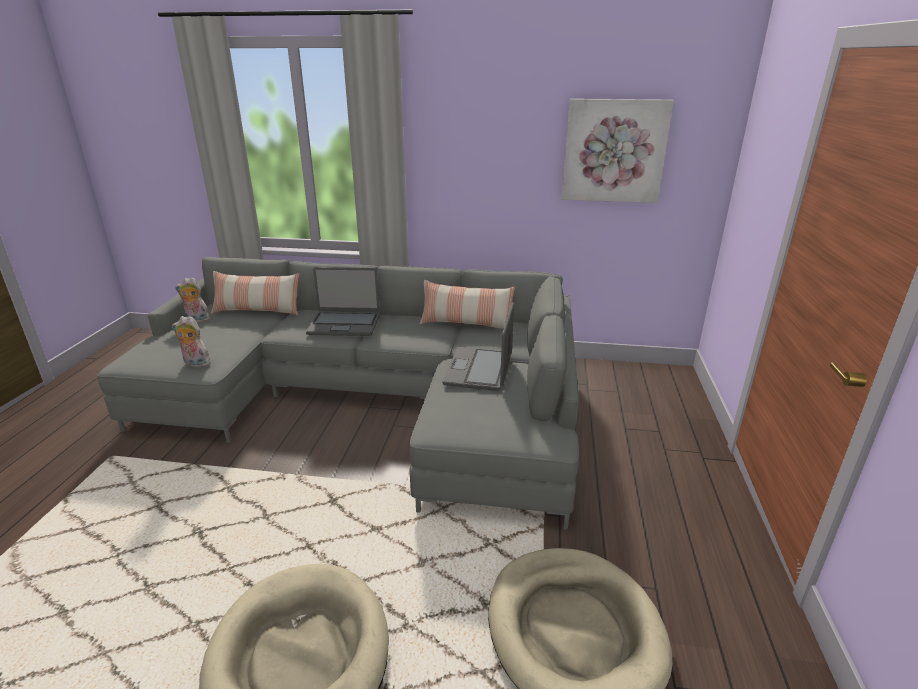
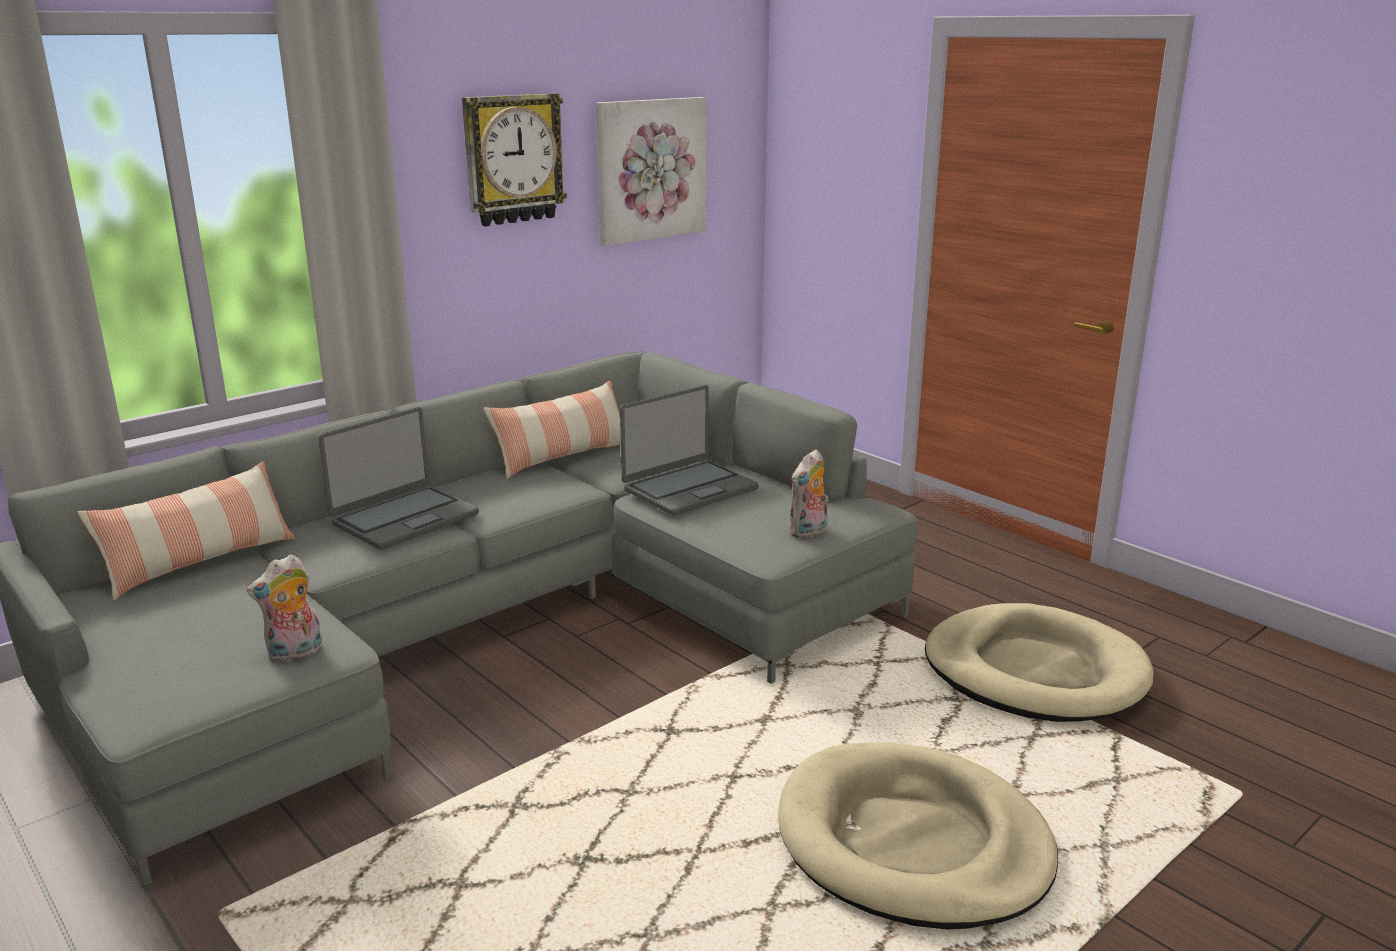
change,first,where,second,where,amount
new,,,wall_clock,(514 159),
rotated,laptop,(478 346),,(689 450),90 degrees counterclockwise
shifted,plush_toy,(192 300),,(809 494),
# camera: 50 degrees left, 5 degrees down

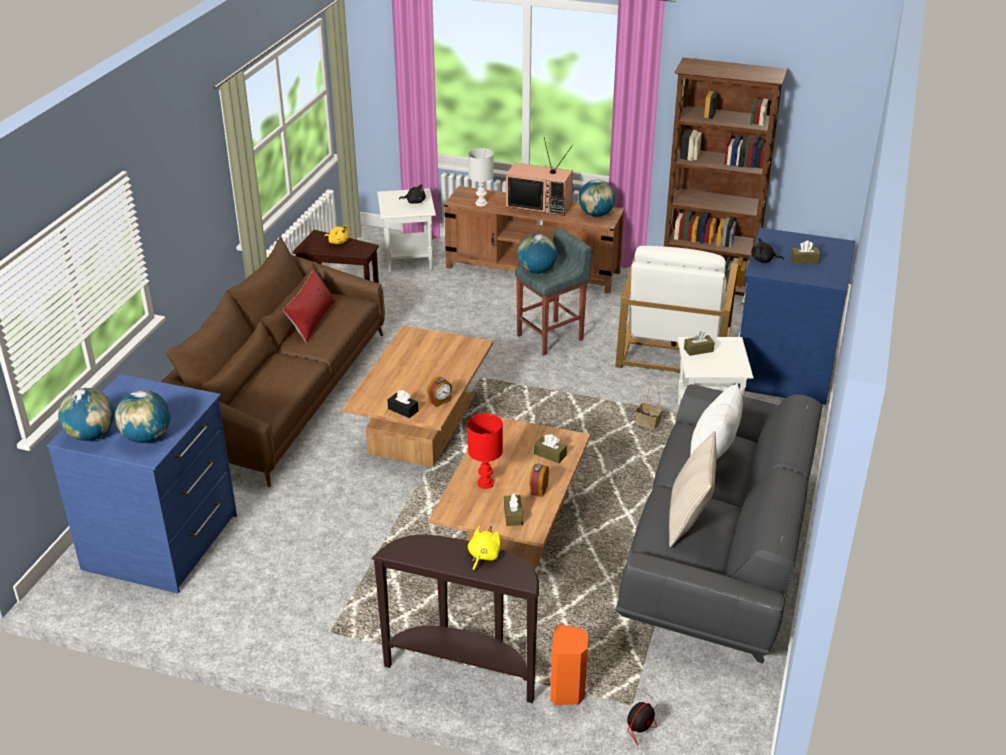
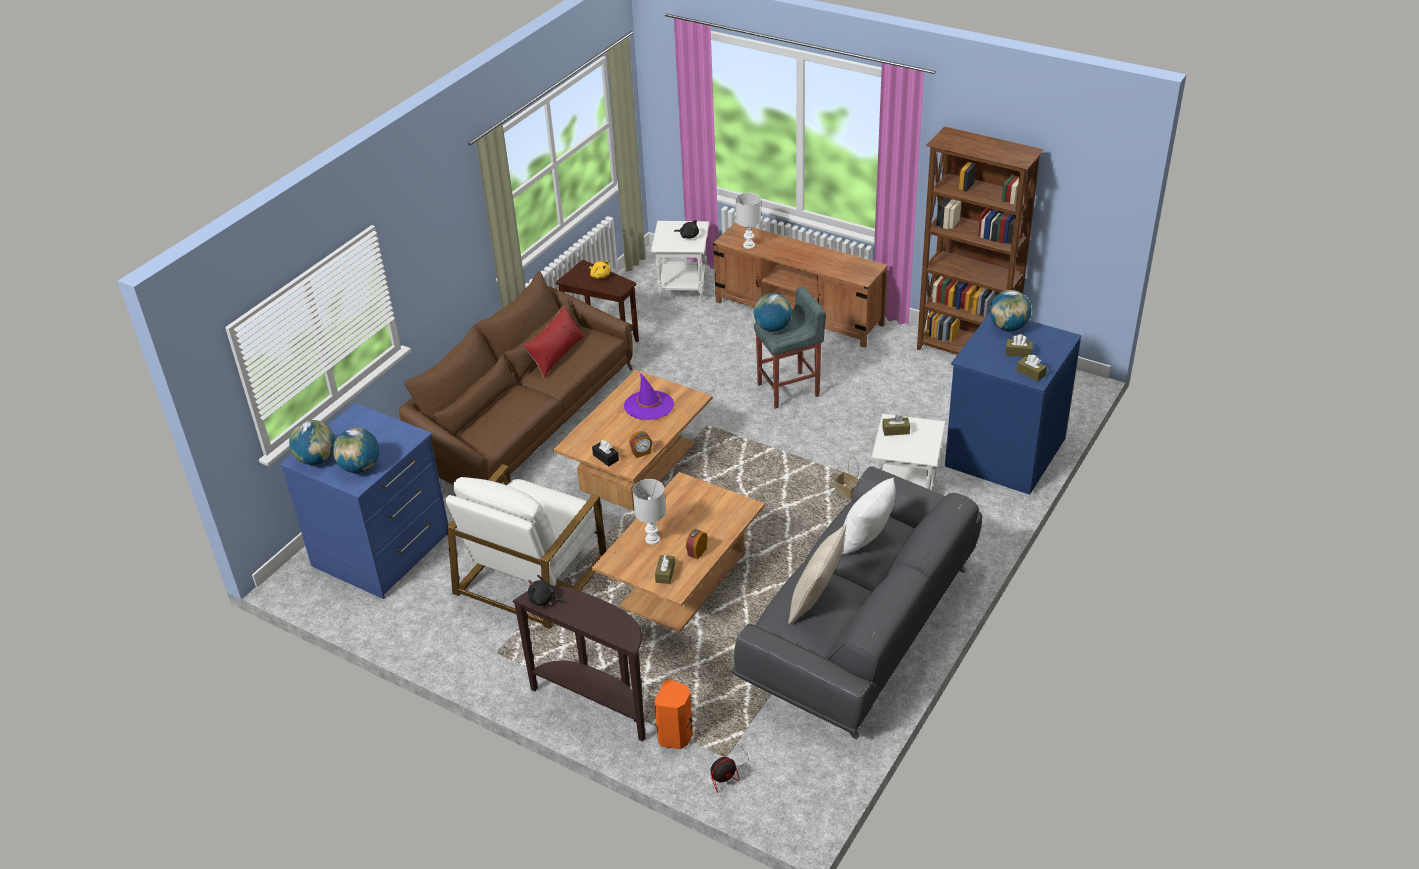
change,first,where,second,where,amount
shifted,white_armchair,(676 309),,(526 546),
shifted,black_plush_toy,(767 250),,(546 590),
new,,,purple_hat,(649 396),
repainted,red_table_lamp,(485 451),white_table_lamp,(649 512),
shifted,globe,(597 198),,(1010 310),
shifted,brown_tissue_box,(550 448),,(1031 368),
gone,yellow_plush_toy,(484 548),,,
gone,television,(539 176),,,
# camera: 15 degrees right, 5 degrees up

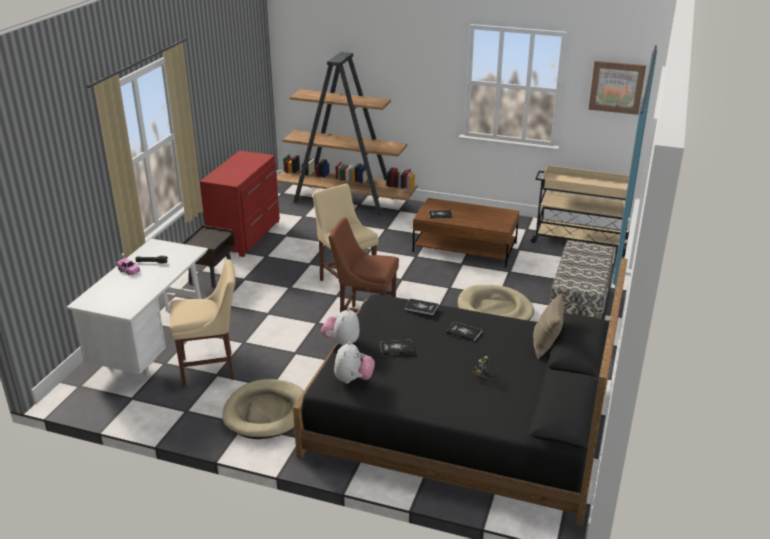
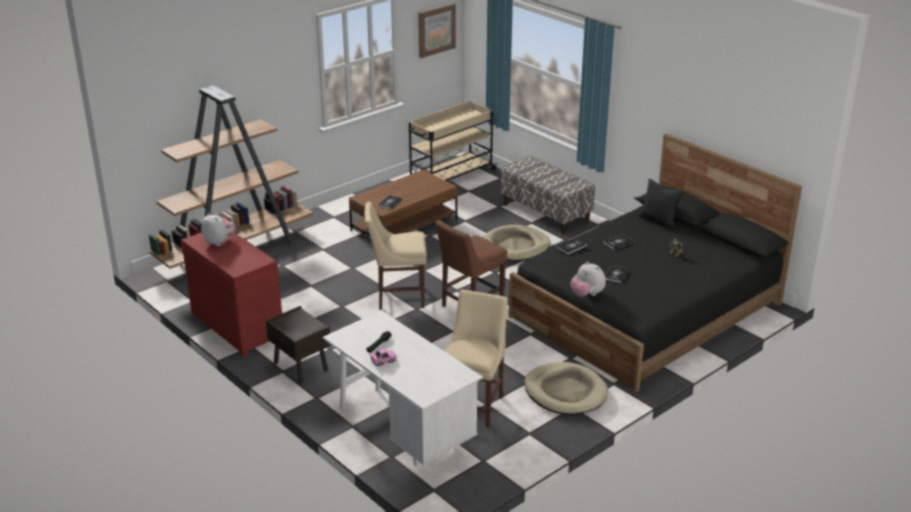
change,first,where,second,where,amount
shifted,plush_toy,(354 362),,(218 229),
repainted,beige_pillow,(548 326),black_pillow,(661 204),
# camera: 60 degrees left, 0 degrees up

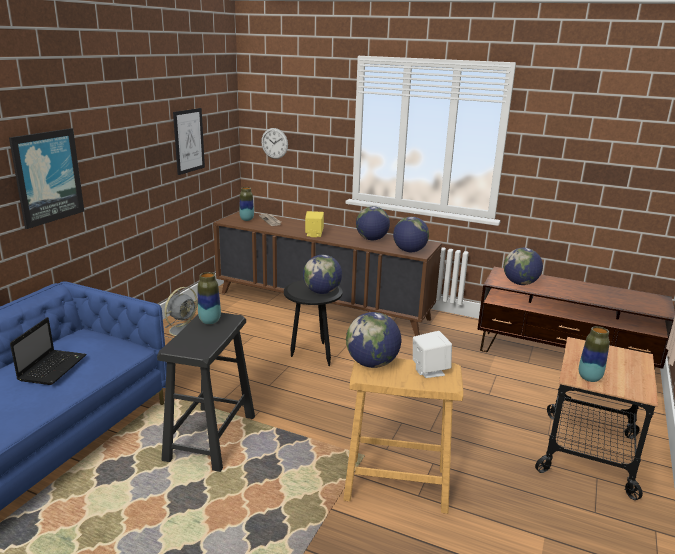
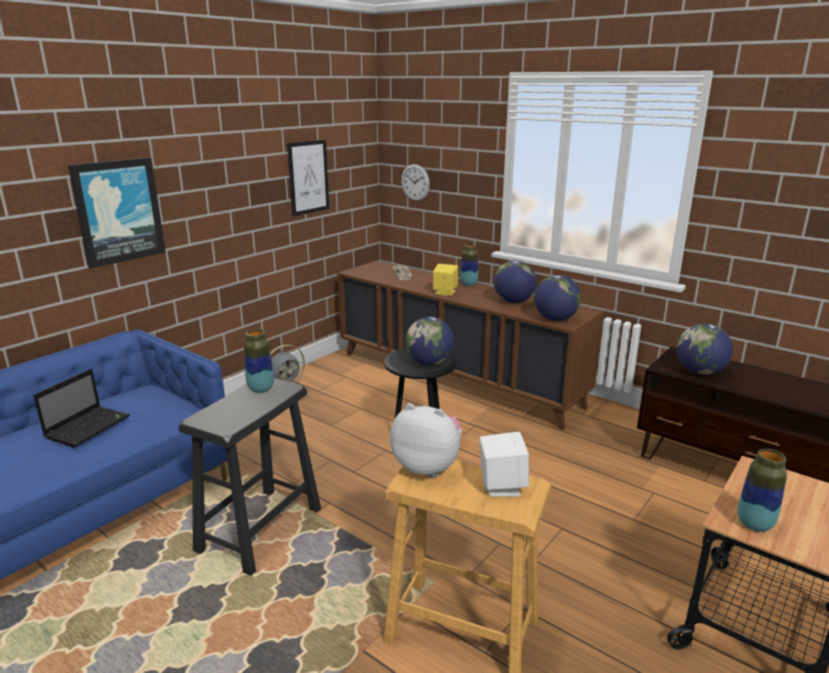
change,first,where,second,where,amount
swapped,globe,(373 340),plush_toy,(426 440),
shifted,vase,(246 204),,(469 265),
# camera: 15 degrees right, 0 degrees up

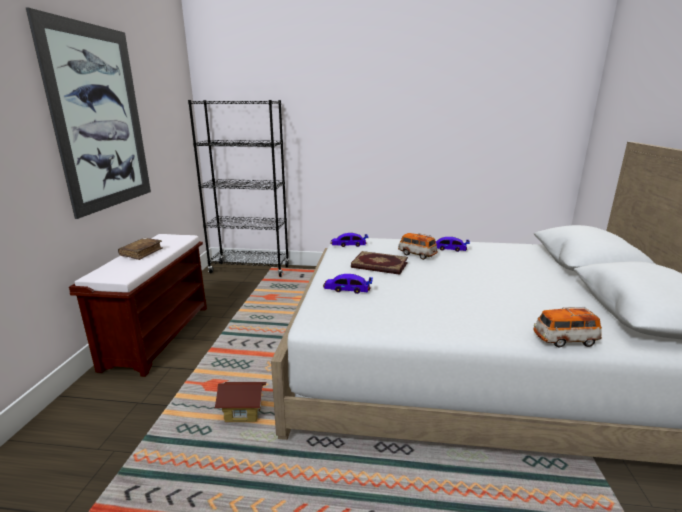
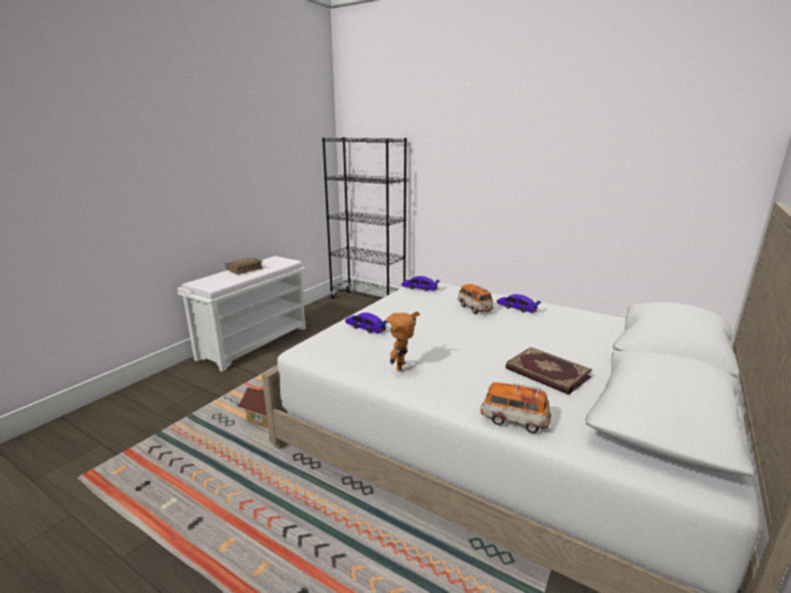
change,first,where,second,where,amount
repainted,brown_bench,(138 305),white_bench,(241 314),
new,,,toy_robot,(402 341),
shifted,book,(379 263),,(548 371),
gone,picture,(88 113),,,
# camera: 25 degrees right, 0 degrees up

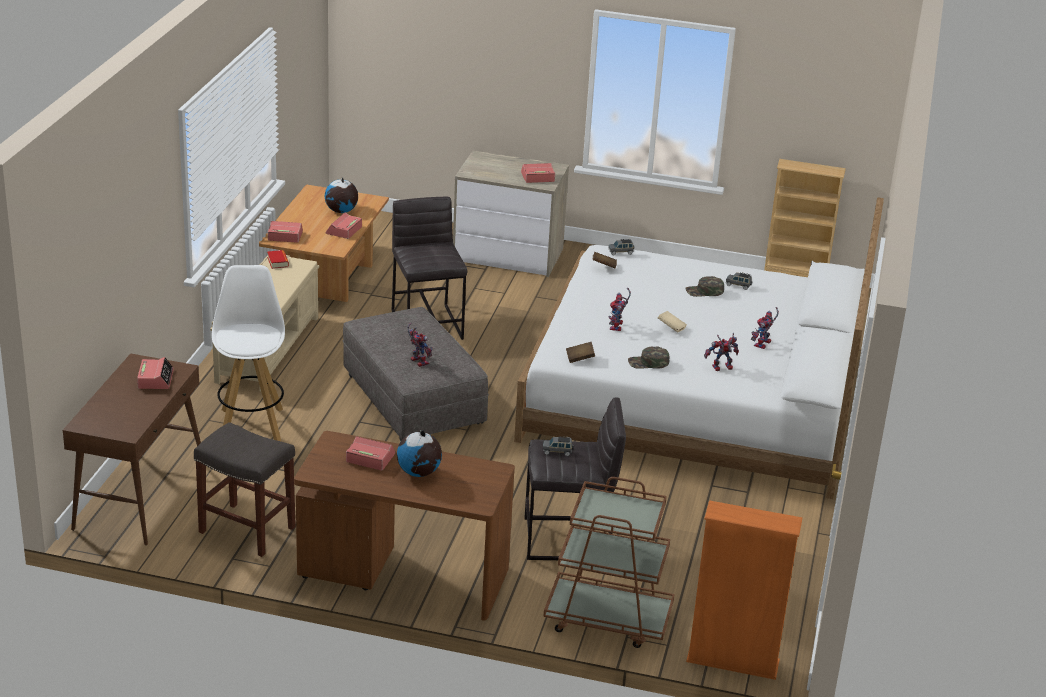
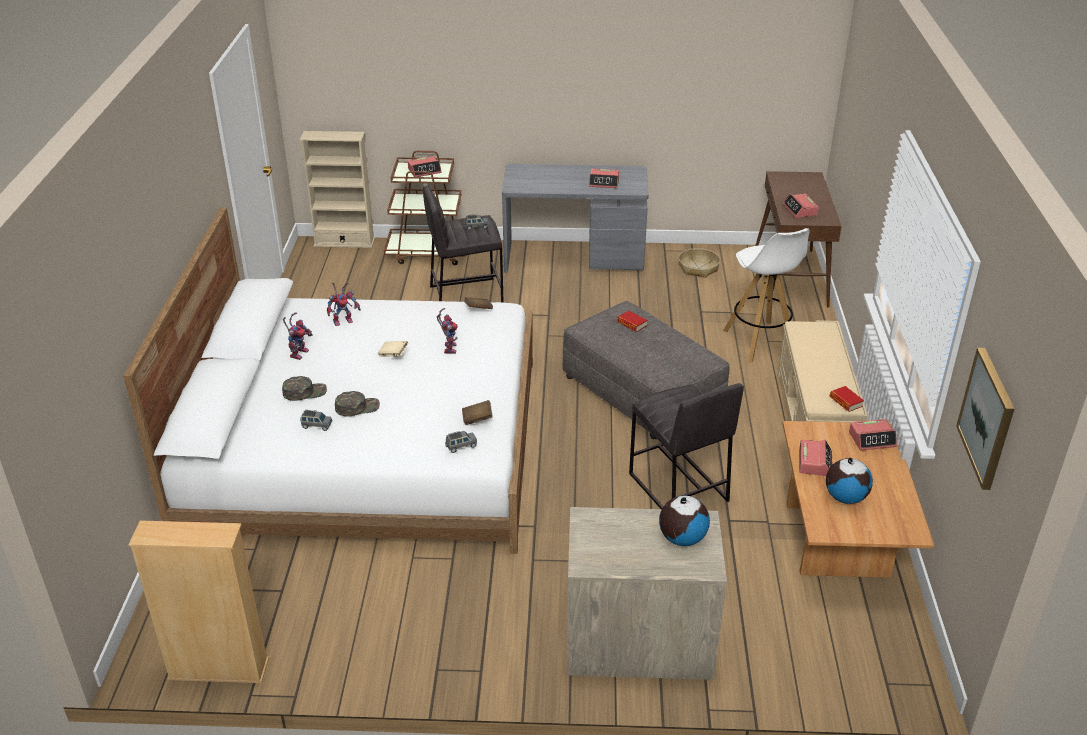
change,first,where,second,where,amount
shifted,green_cap,(649 357),,(304 388),
repainted,orange_bookcase,(744 590),beige_bookcase,(337 189),
shifted,alarm_clock,(538 173),,(425 166),
repainted,brown_desk,(404 525),grey_desk,(575 218),
swapped,toy_robot,(420 345),book,(632 321),
shifted,globe,(419 453),,(684 520),
swapped,grey_stool,(245 489),basket,(699 263),
new,,,picture,(985 419),
# camera: 170 degrees right, 5 degrees up

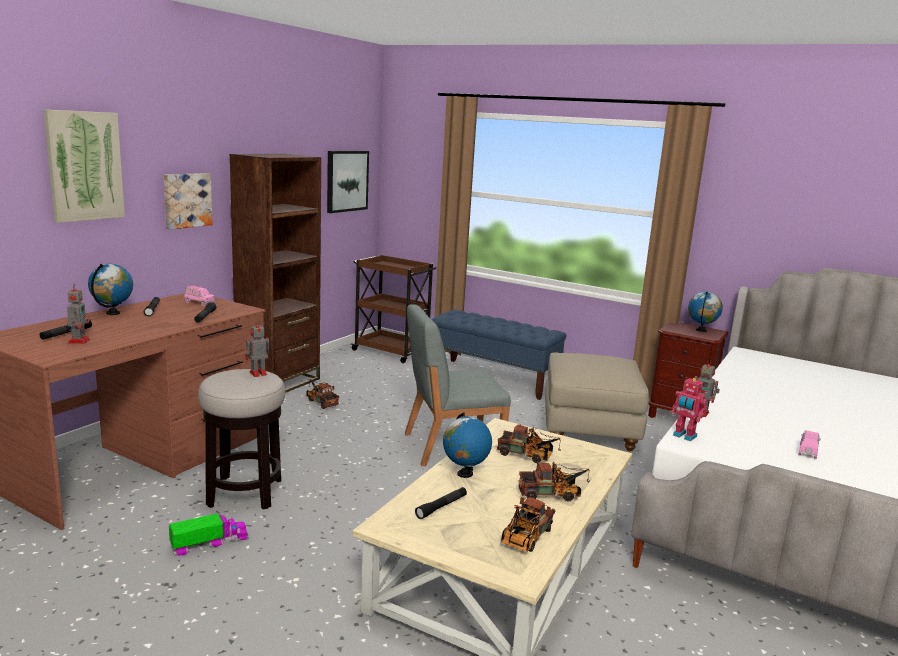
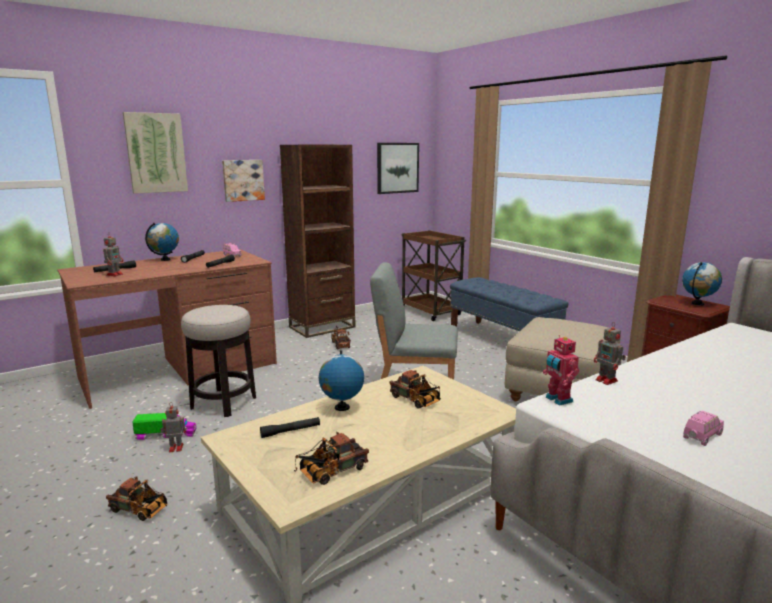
change,first,where,second,where,amount
shifted,toy_truck,(554 481),,(136 498),
shifted,toy_robot,(257 350),,(173 427),
# camera: 25 degrees right, 0 degrees up

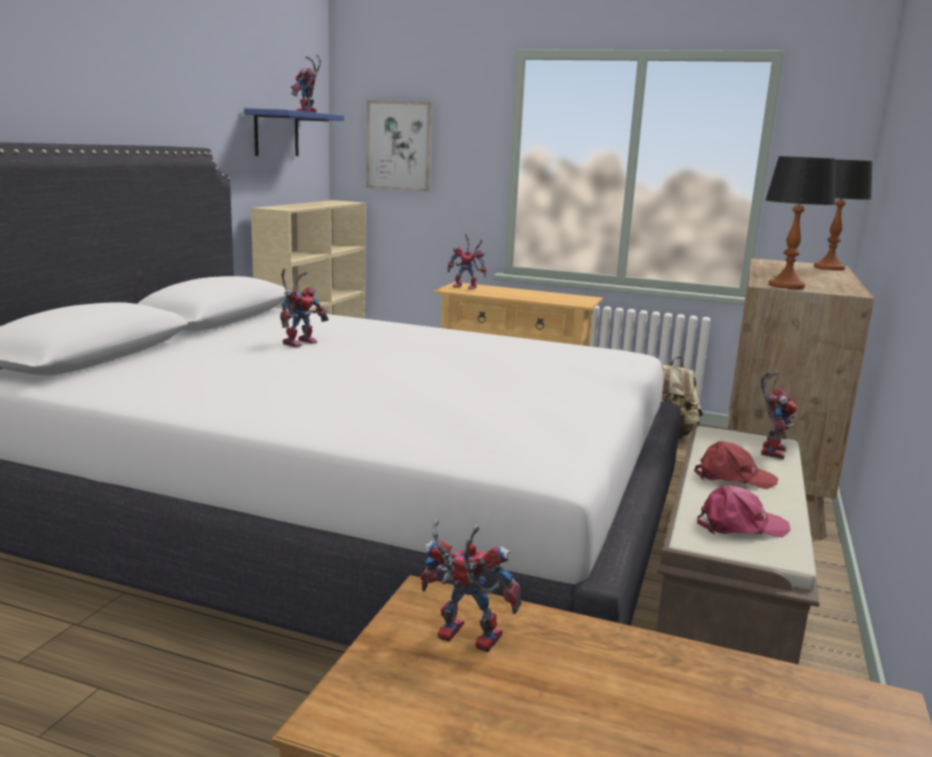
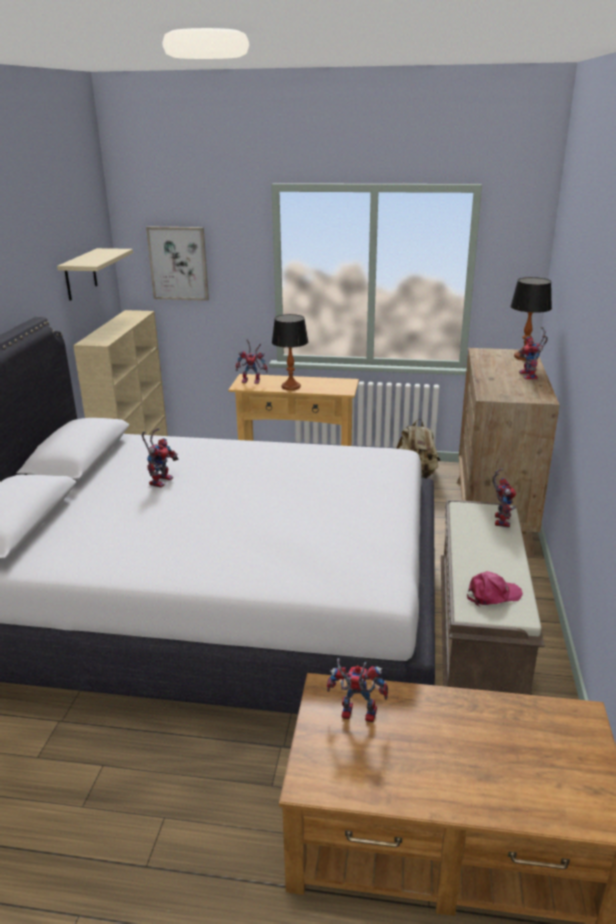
change,first,where,second,where,amount
repainted,blue_shelf,(294 132),beige_shelf,(95 274),
shifted,table_lamp,(800 222),,(290 352),
shifted,toy_robot,(306 83),,(533 353),
gone,red_cap,(736 465),,,
# camera: 10 degrees left, 10 degrees up

